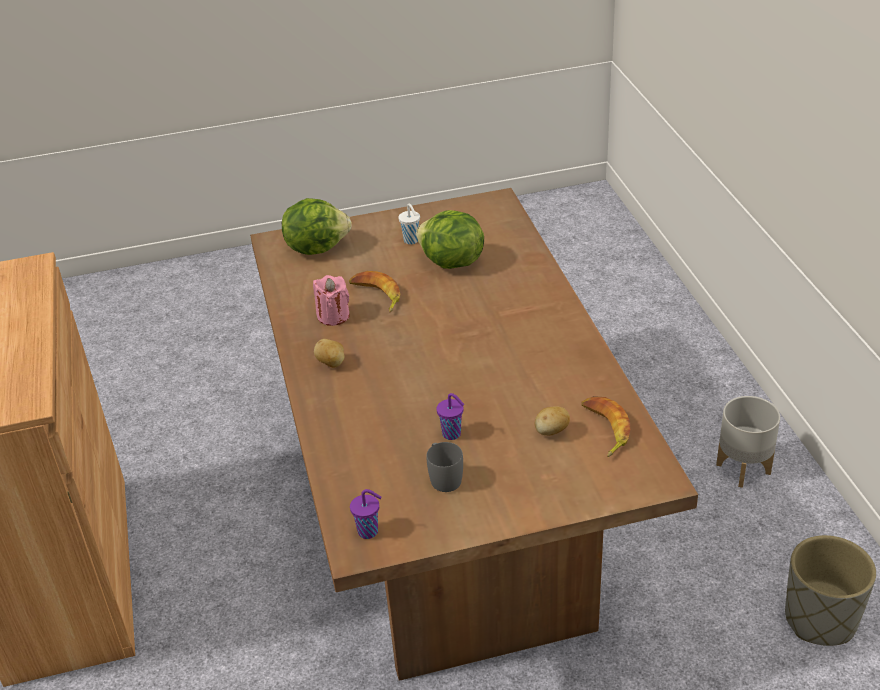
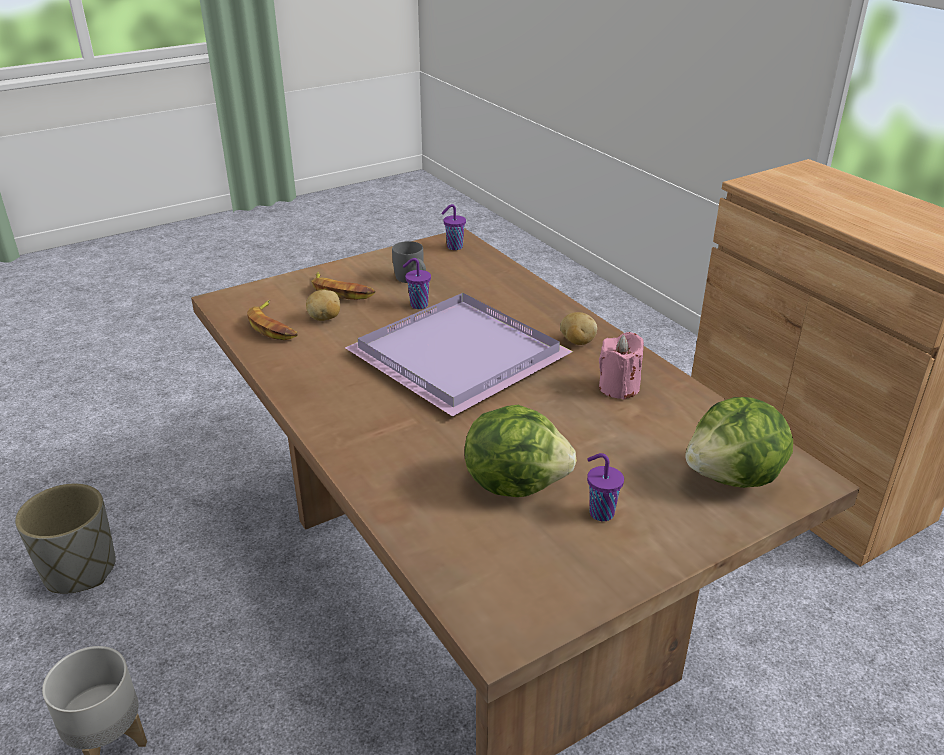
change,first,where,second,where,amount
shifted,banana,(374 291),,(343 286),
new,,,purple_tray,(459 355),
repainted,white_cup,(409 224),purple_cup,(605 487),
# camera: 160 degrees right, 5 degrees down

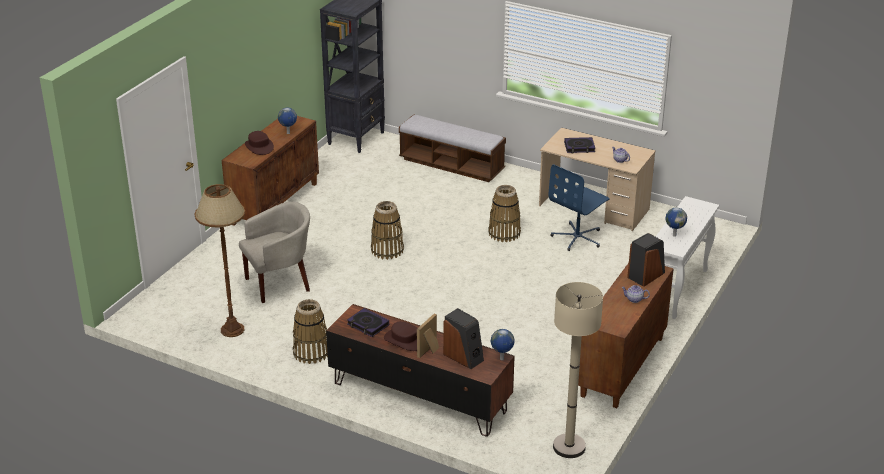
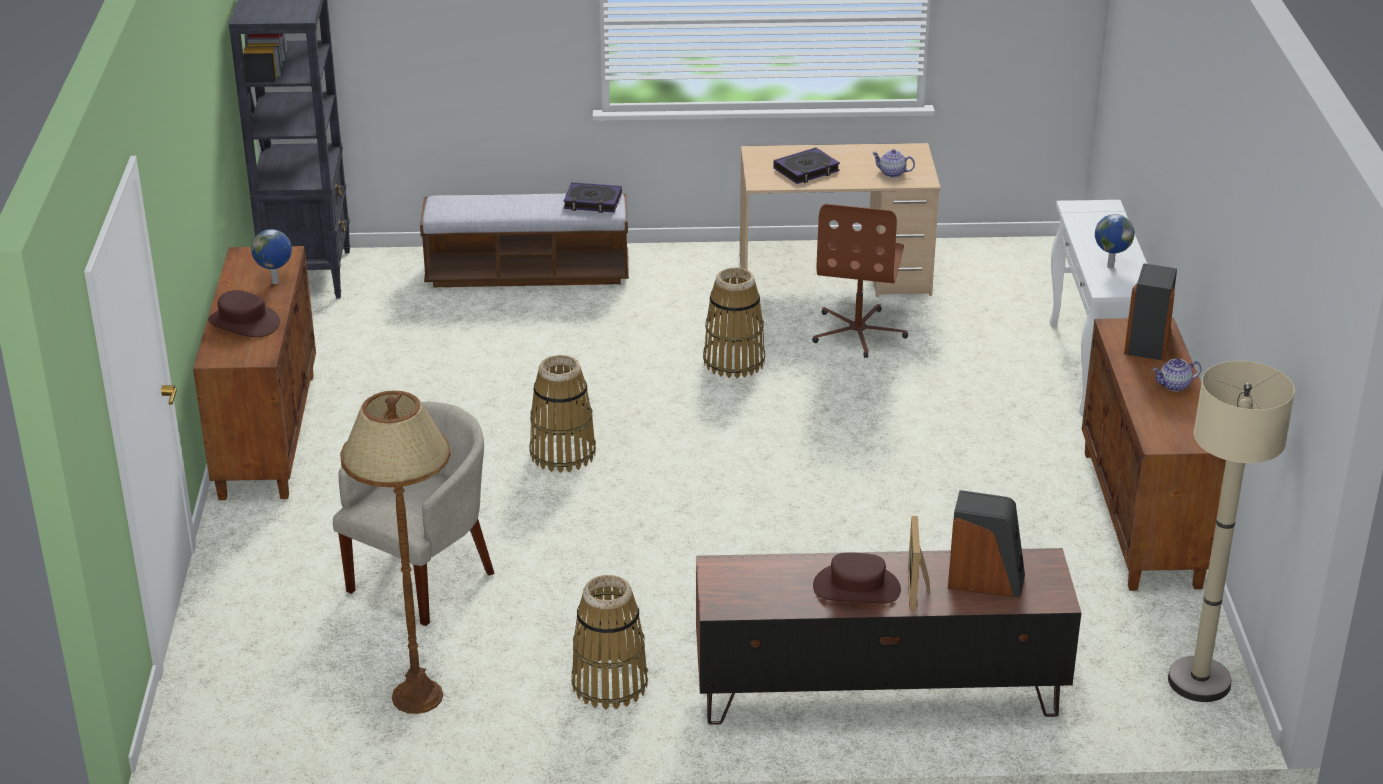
change,first,where,second,where,amount
shifted,book,(368 322),,(592 197),
repainted,blue_office_chair,(579 207),brown_office_chair,(860 281),
gone,globe,(503 344),,,
# camera: 30 degrees left, 0 degrees up

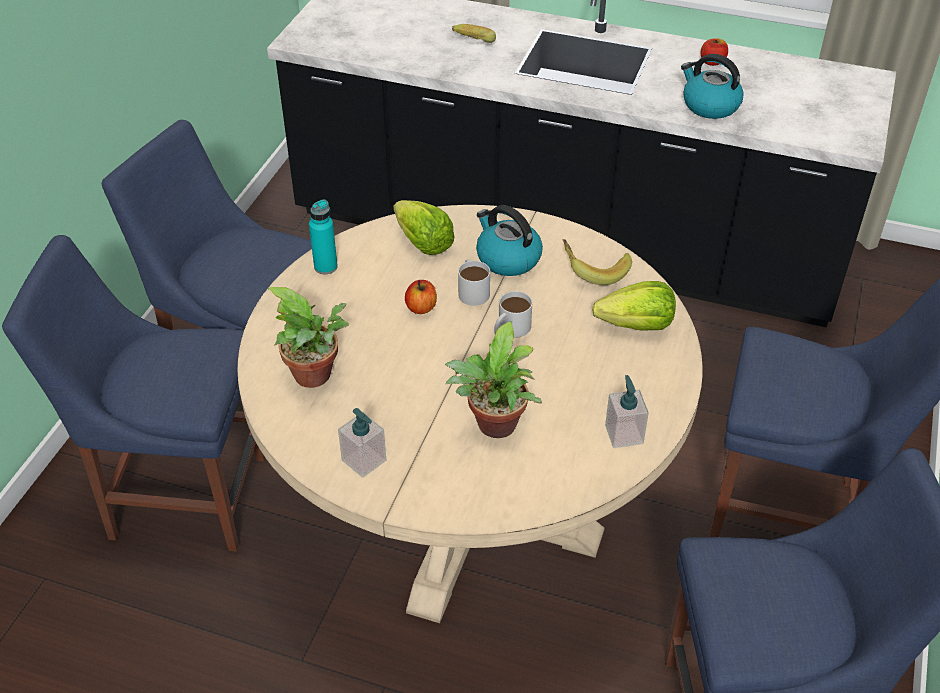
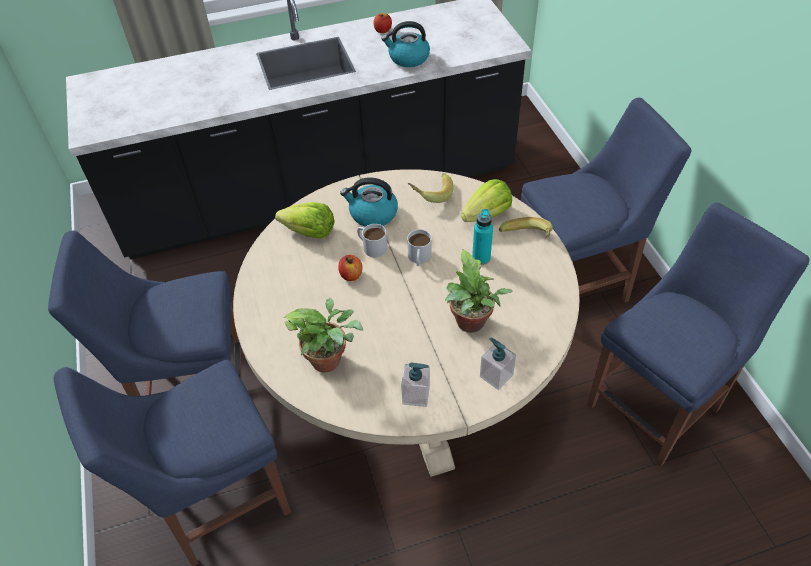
change,first,where,second,where,amount
shifted,turquoise_bottle,(323 236),,(482 237),
shifted,soap_dispenser,(627 411),,(498 363),
shifted,banana,(474 33),,(526 227),
# camera: 35 degrees left, 5 degrees up

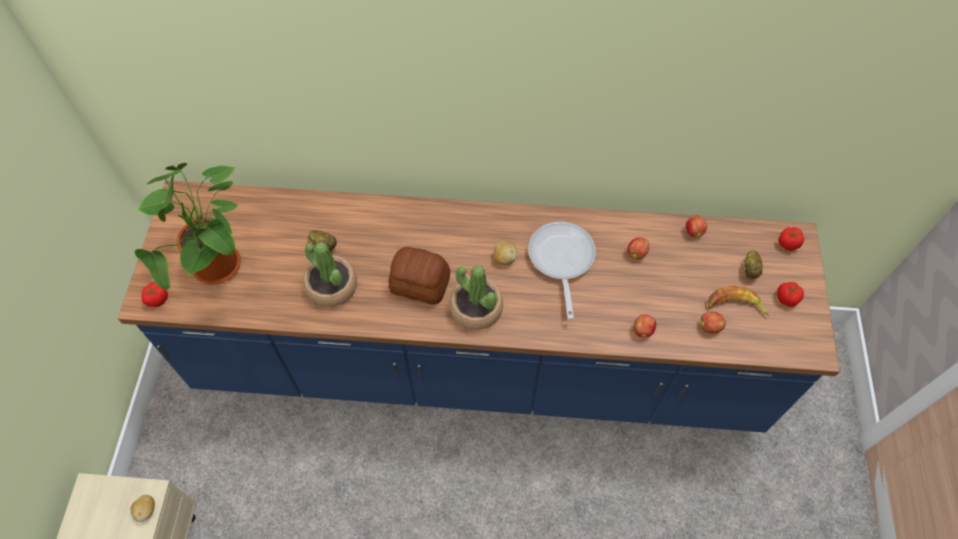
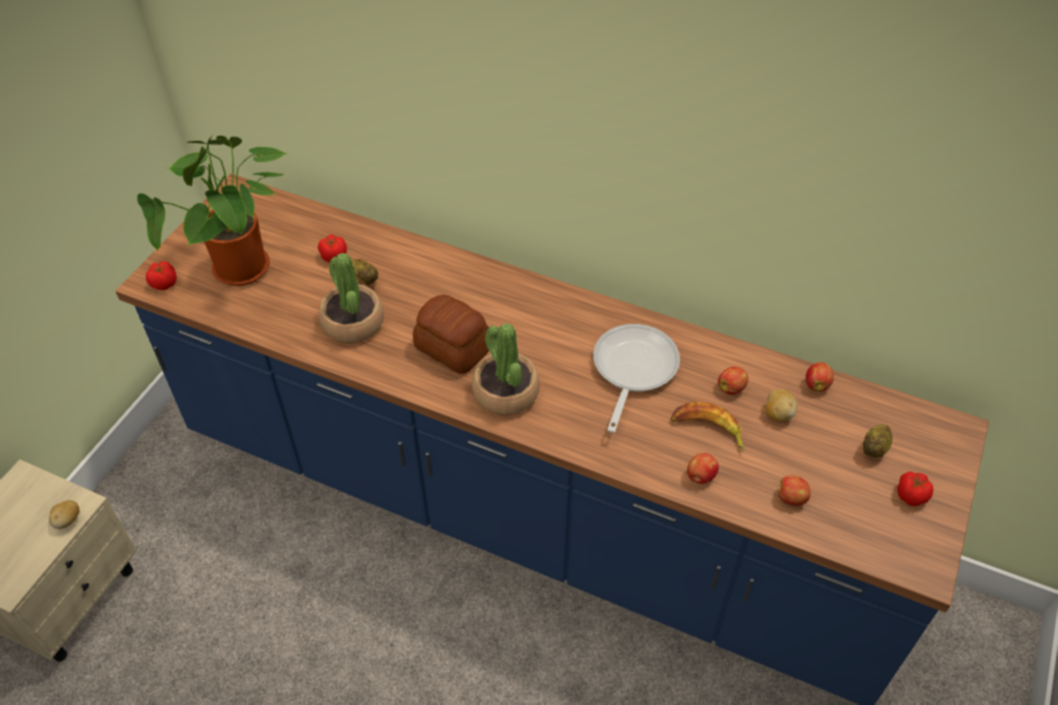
change,first,where,second,where,amount
shifted,tomato,(791 239),,(332 248),
shifted,banana,(739 301),,(707 426),
shifted,potato,(505 252),,(781 405),
# camera: 20 degrees right, 10 degrees down

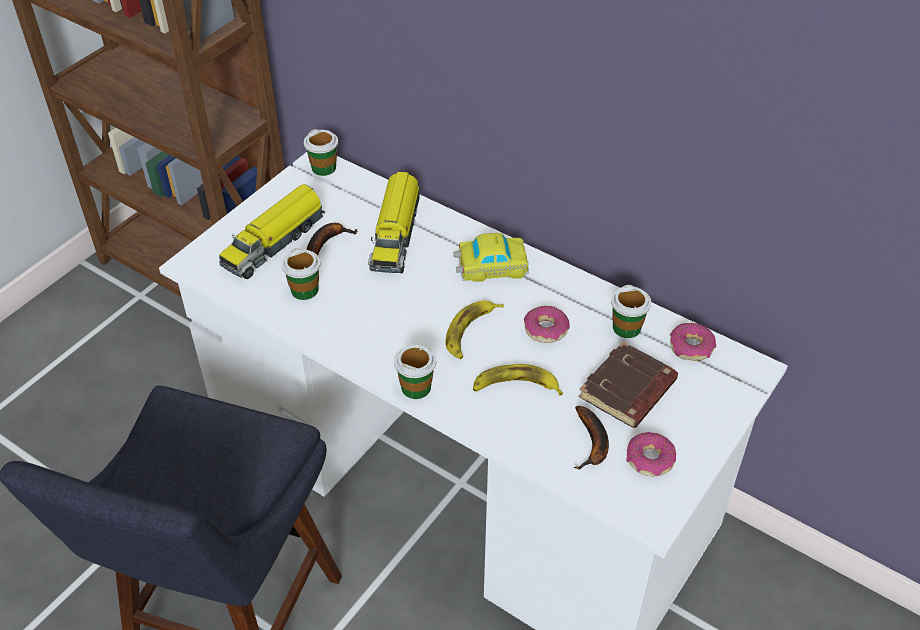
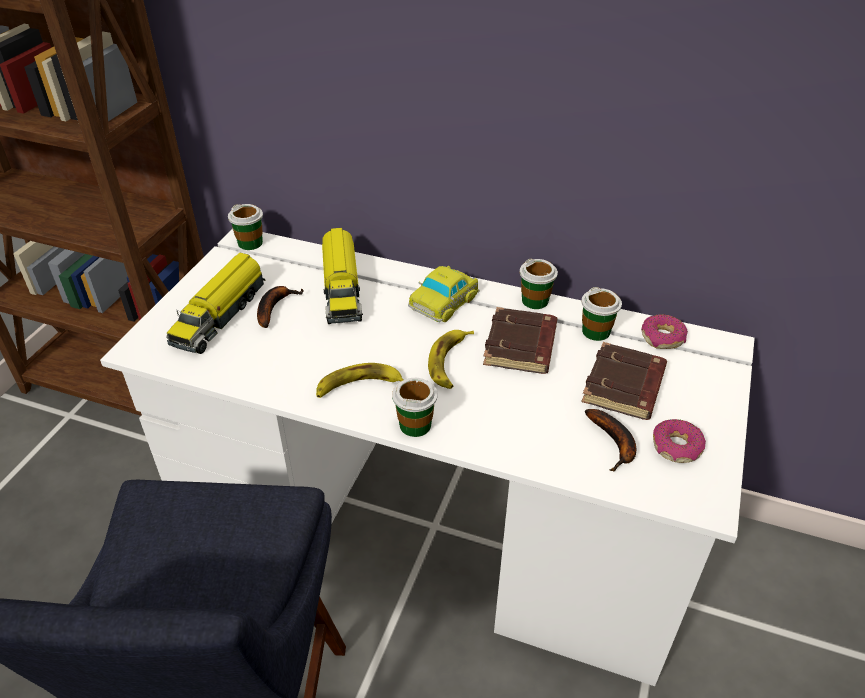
change,first,where,second,where,amount
shifted,banana,(518 379),,(359 380),
rotated,toy_car,(491 257),,(444 294),150 degrees clockwise
swapped,donut,(547 324),brown_book,(520 340),
shifted,cup,(300 274),,(539 284),
# camera: 15 degrees left, 5 degrees down

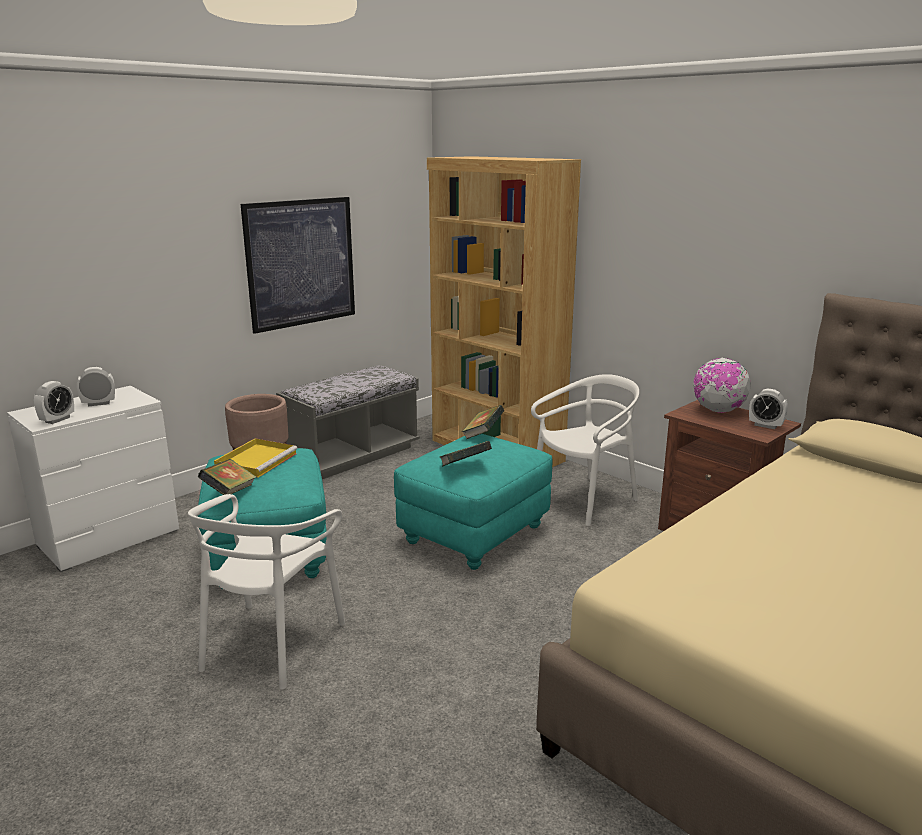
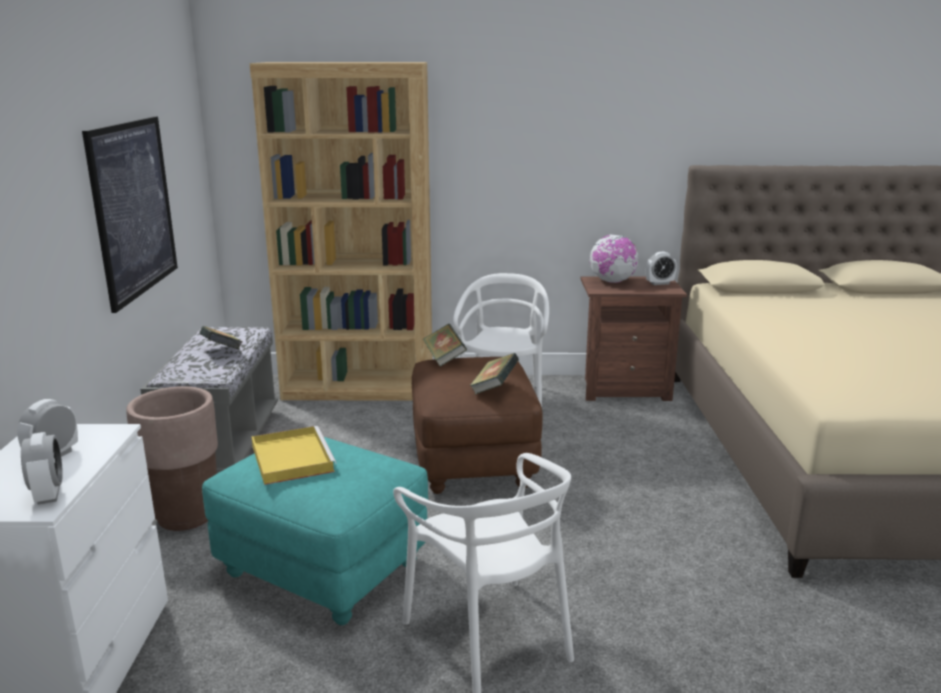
change,first,where,second,where,amount
shifted,book,(227 477),,(221 338),
repainted,turquoise_ottoman,(473 502),brown_ottoman,(477 425),
# camera: 45 degrees left, 0 degrees up

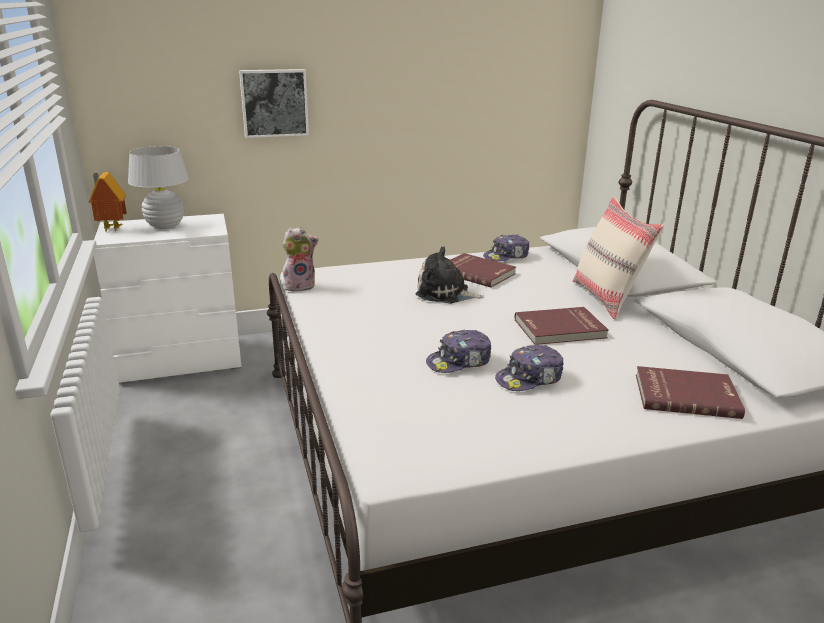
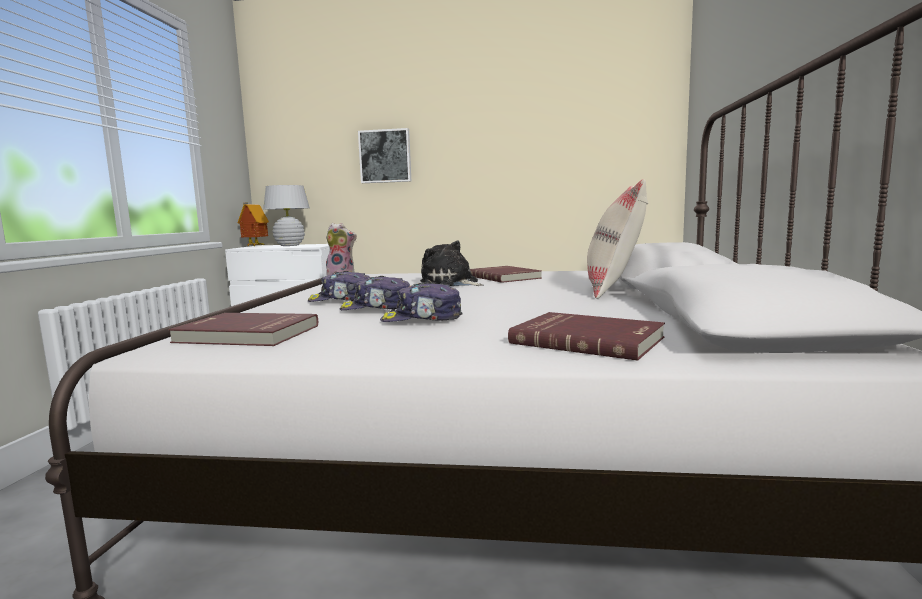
change,first,where,second,where,amount
shifted,red_book,(562 326),,(243 329),
shifted,cap,(506 248),,(339 286),
# camera: 25 degrees right, 15 degrees down

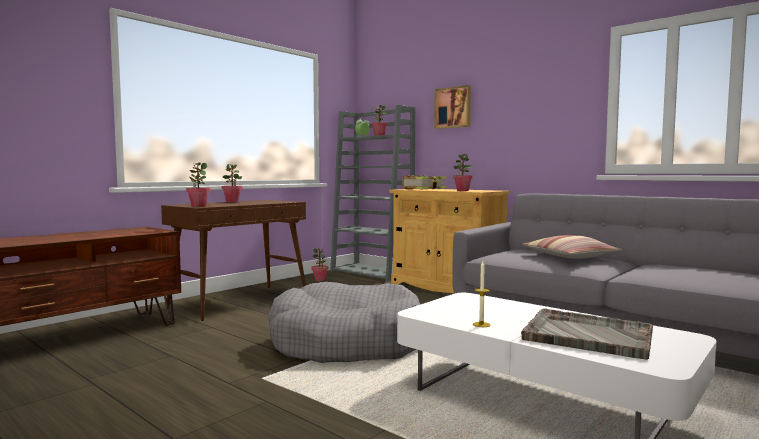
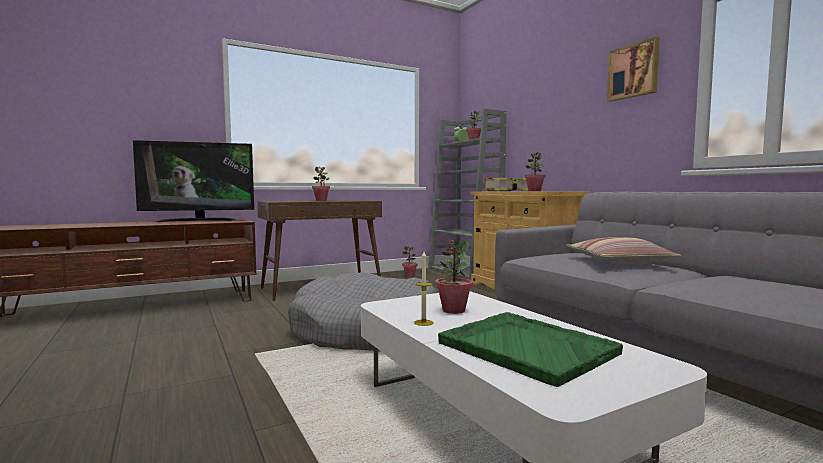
change,first,where,second,where,amount
new,,,television,(193 181),
shifted,potted_plant,(198 184),,(454 277),
repainted,grey_tray,(587 333),green_tray,(530 349),
shifted,picture,(452 107),,(633 69),
# camera: 20 degrees right, 0 degrees up

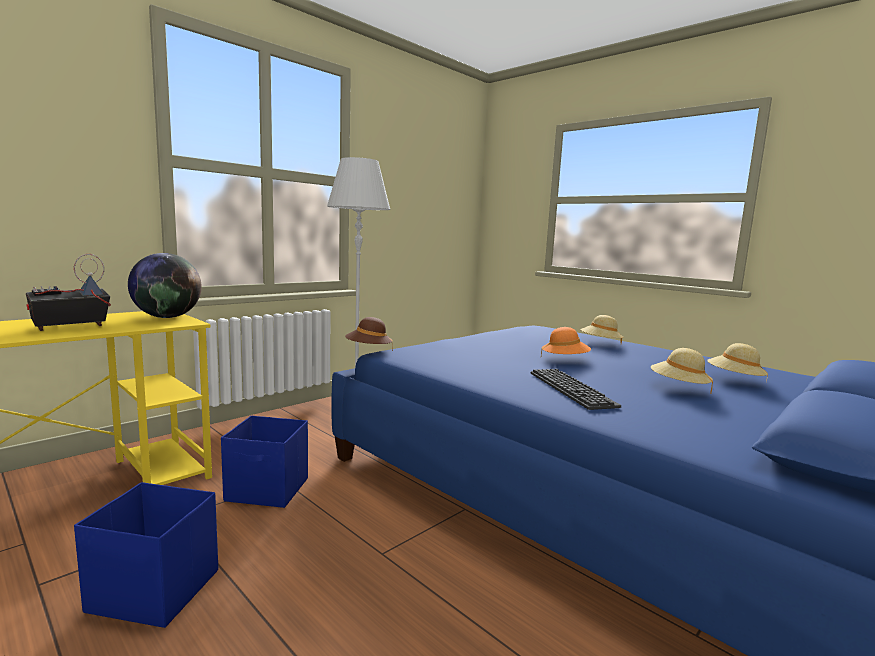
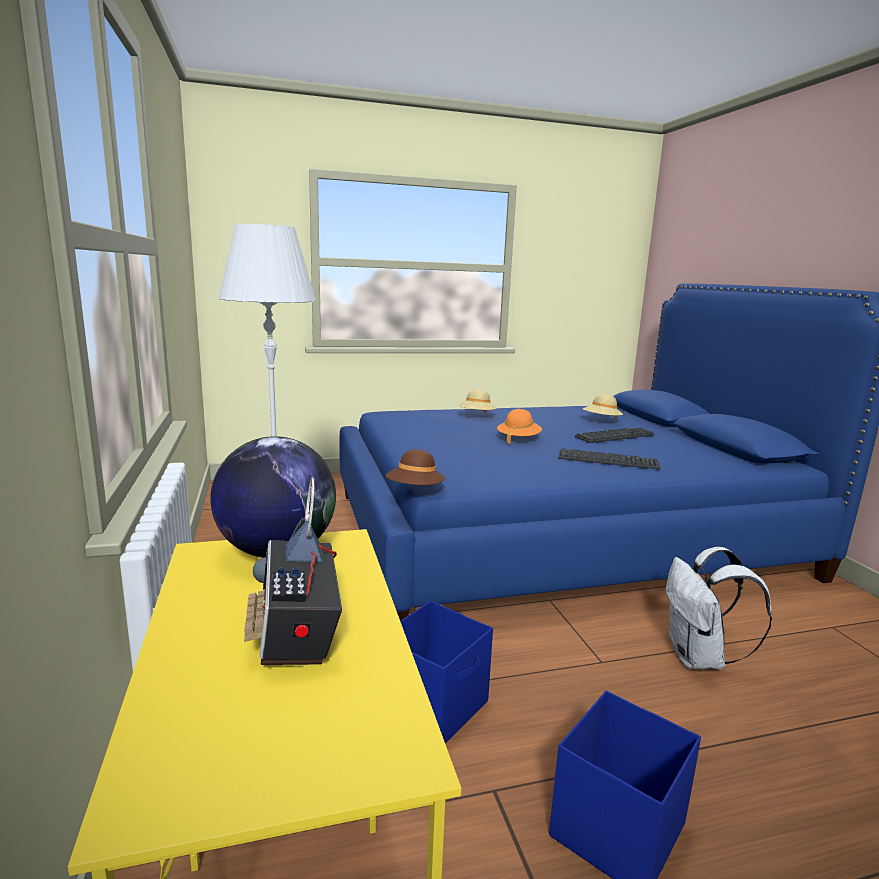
change,first,where,second,where,amount
swapped,beige_hat,(682 371),keyboard,(614 435),
new,,,white_backpack,(719 608),
# camera: 60 degrees left, 5 degrees up

